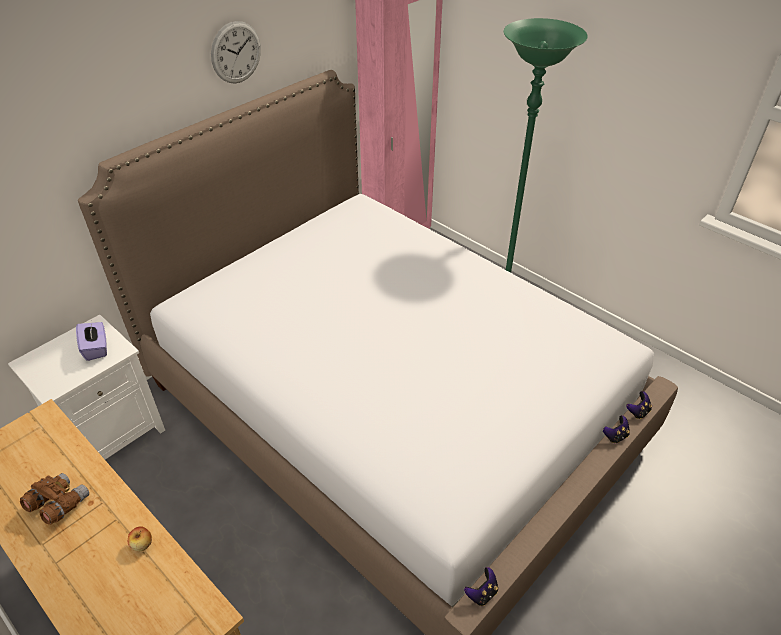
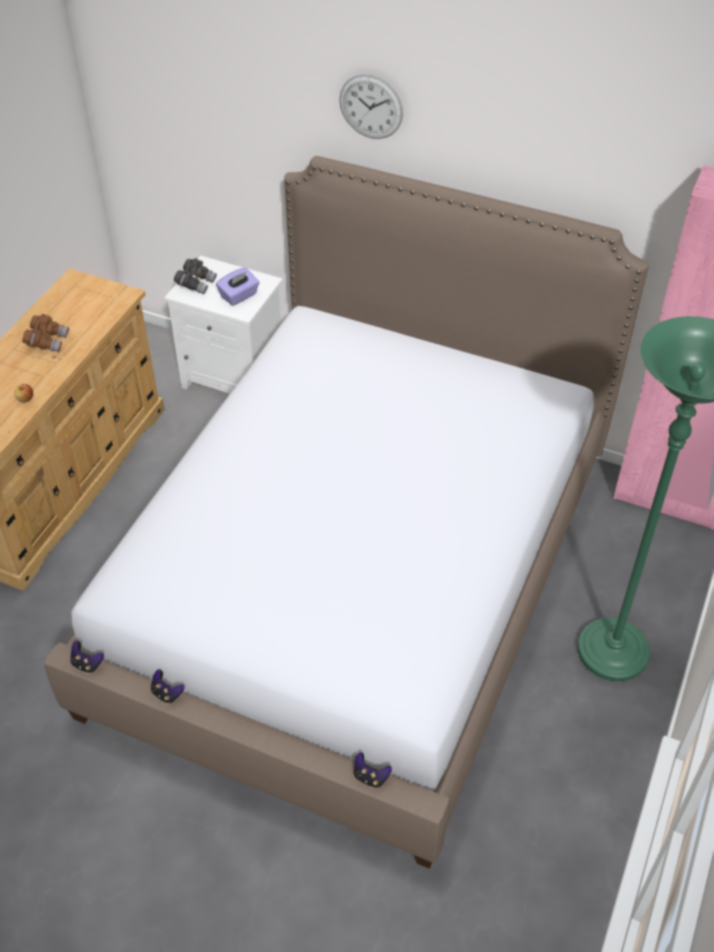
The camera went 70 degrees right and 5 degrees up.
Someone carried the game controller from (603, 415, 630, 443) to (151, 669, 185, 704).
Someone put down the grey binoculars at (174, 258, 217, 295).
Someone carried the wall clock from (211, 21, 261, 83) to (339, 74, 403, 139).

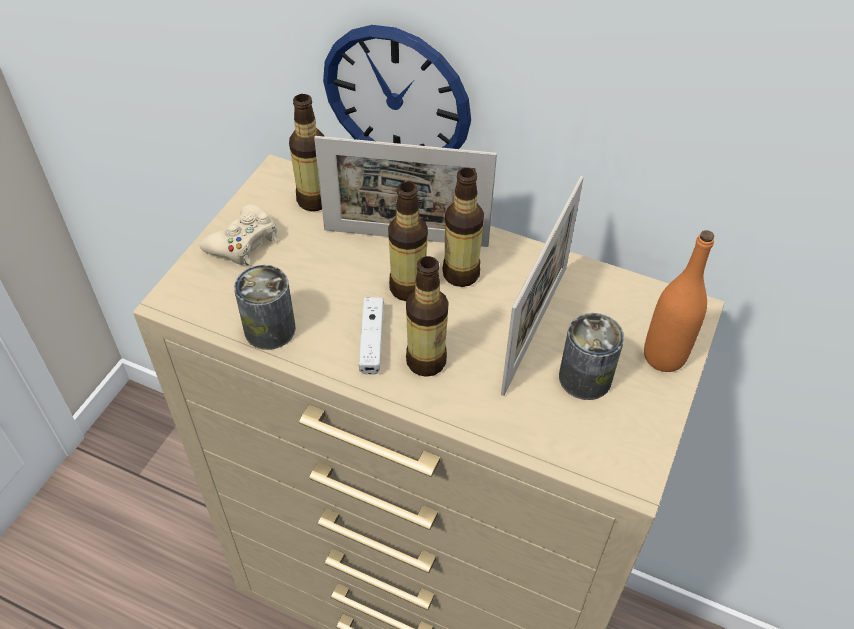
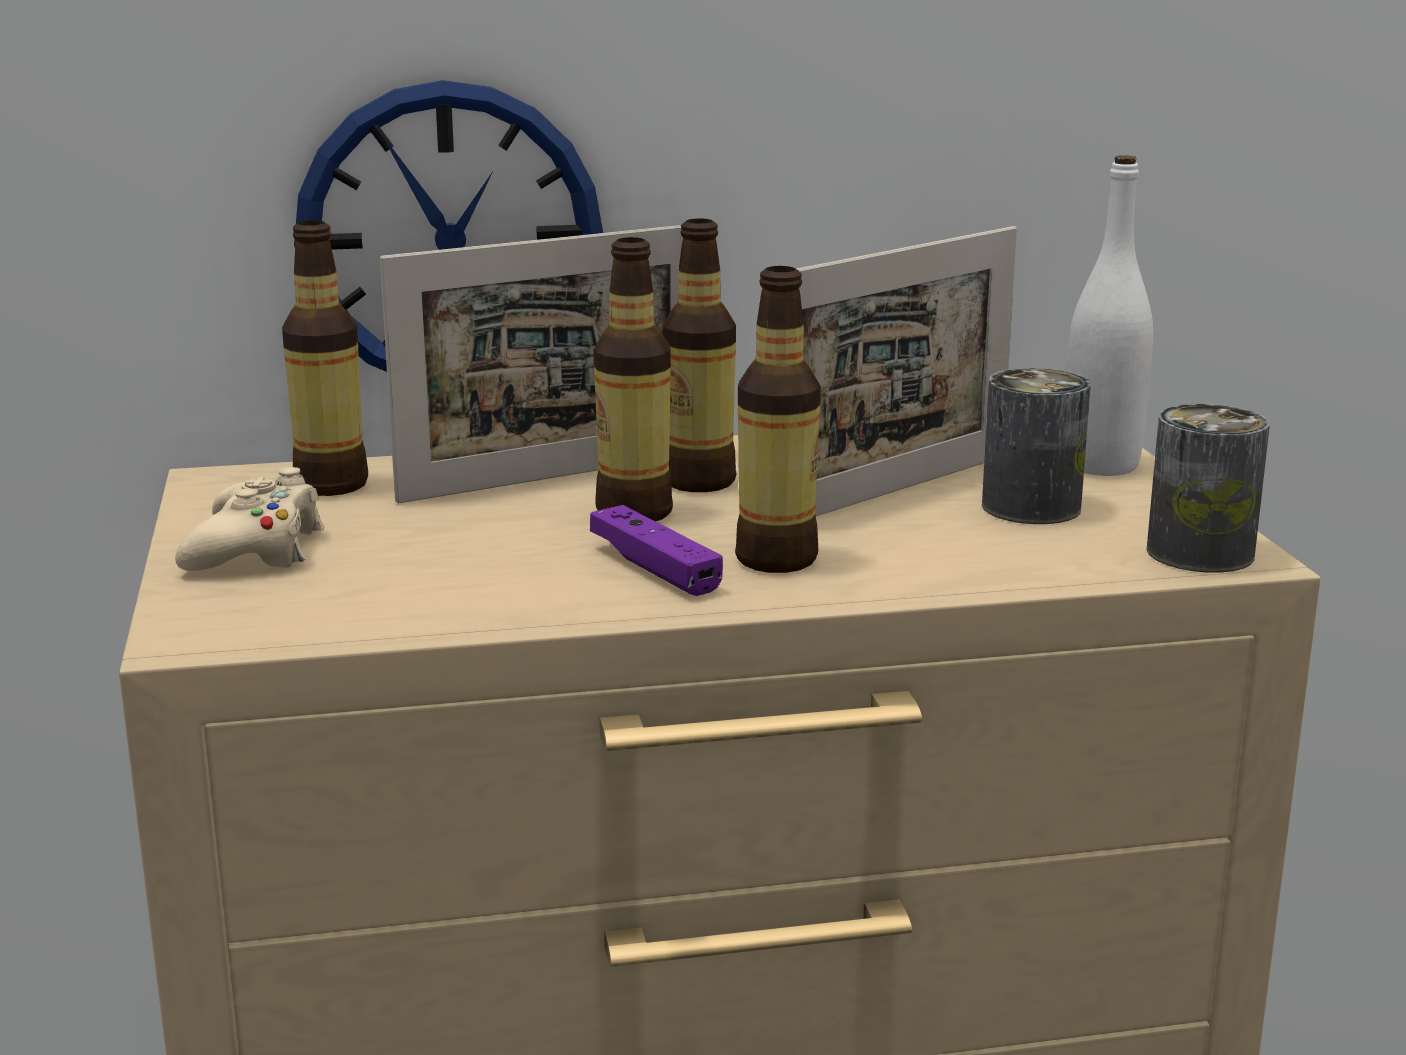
The camera went 35 degrees left and 30 degrees down.
Someone repainted the white game controller at (359, 297, 384, 374), which became the purple game controller at (590, 505, 723, 596).
Someone rotated the picture frame at (501, 176, 584, 396) by 60 degrees clockwise.
Someone repainted the orange bottle at (644, 230, 714, 372), which became the white bottle at (1066, 155, 1153, 476).
Someone carried the can from (234, 265, 296, 350) to (1146, 404, 1270, 572).

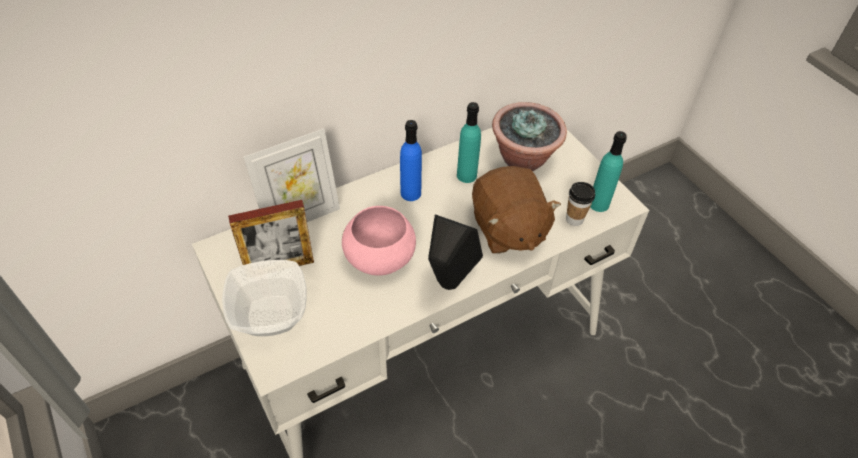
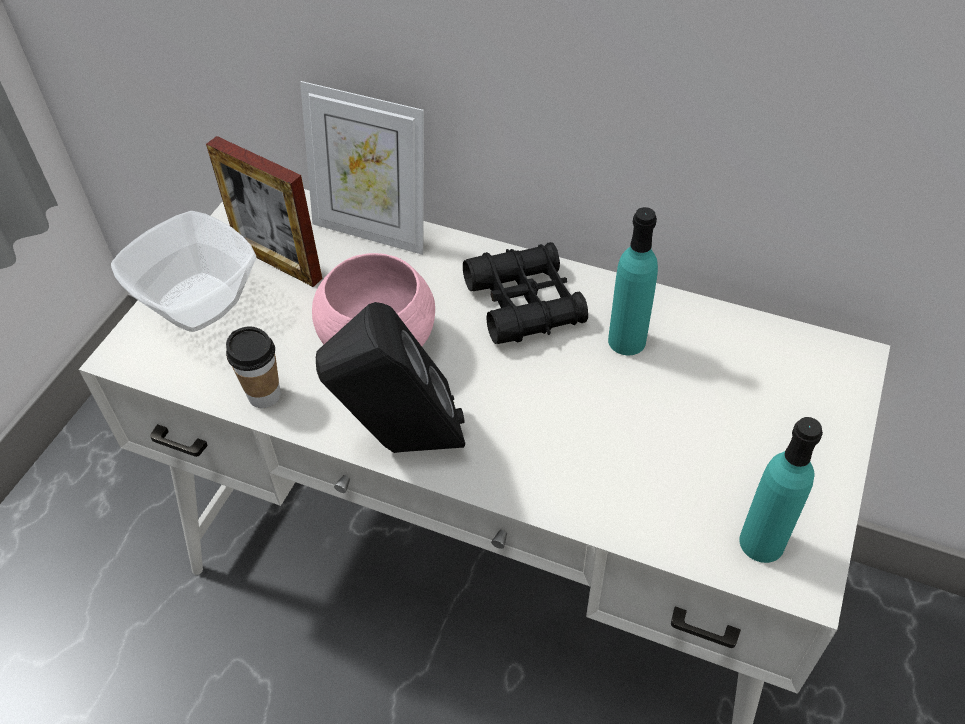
The camera went 55 degrees right and 0 degrees up.
Someone carried the cup from (566, 182, 595, 226) to (226, 326, 281, 408).
Someone swapped the blue bottle at (400, 120, 422, 201) for the black binoculars at (463, 242, 588, 344).
Someone took away the brown plush toy at (472, 166, 561, 254).
Someone took away the potted plant at (492, 102, 567, 171).

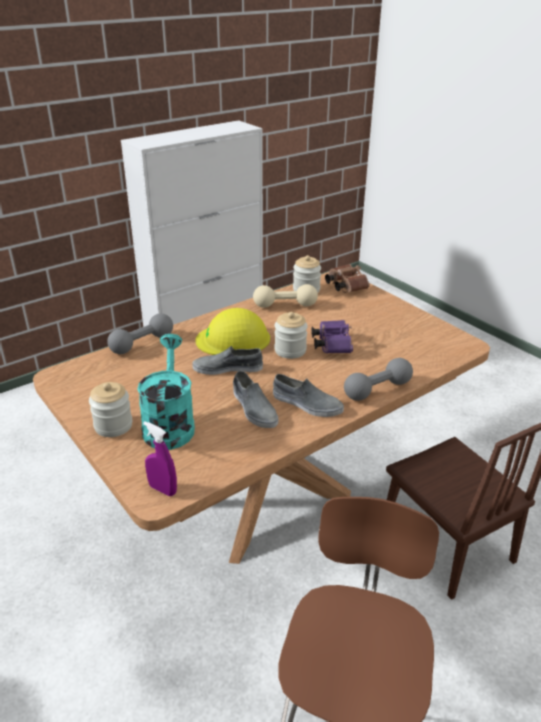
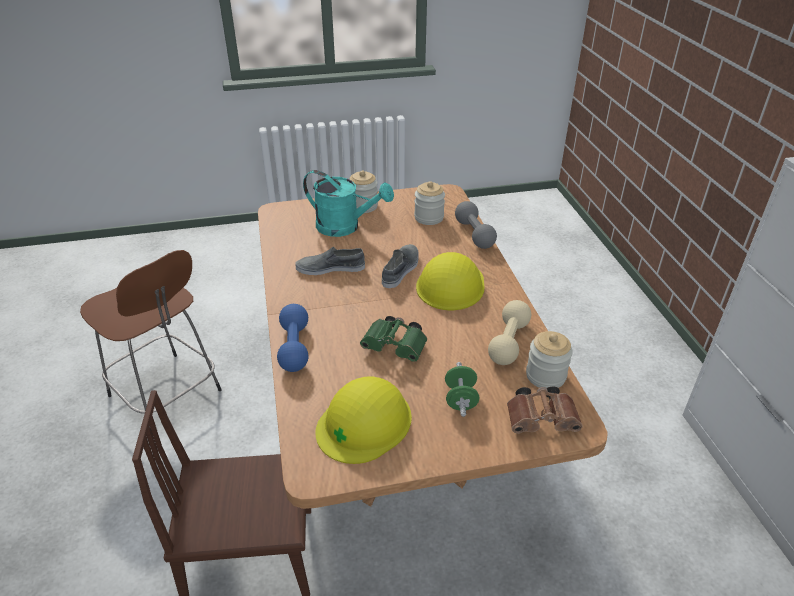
The camera went 115 degrees right and 5 degrees up.
Someone repainted the grey dumbbell at (344, 358, 413, 401), which became the blue dumbbell at (277, 304, 308, 372).
Someone put down the yellow hard hat at (315, 377, 412, 464).
Someone repainted the purple binoculars at (312, 320, 353, 353), which became the green binoculars at (360, 316, 427, 362).
Someone carried the jar from (274, 312, 308, 359) to (414, 181, 445, 225).
Someone put down the green dumbbell at (445, 362, 479, 417).
Someone took away the purple spray bottle at (143, 421, 177, 496).
Someone took away the grey shoe at (273, 374, 344, 417).

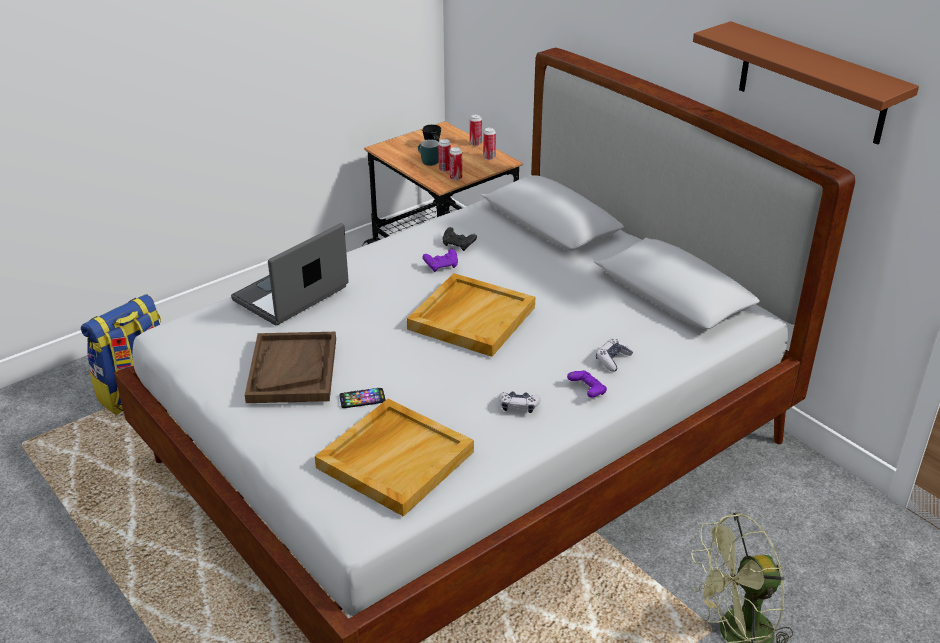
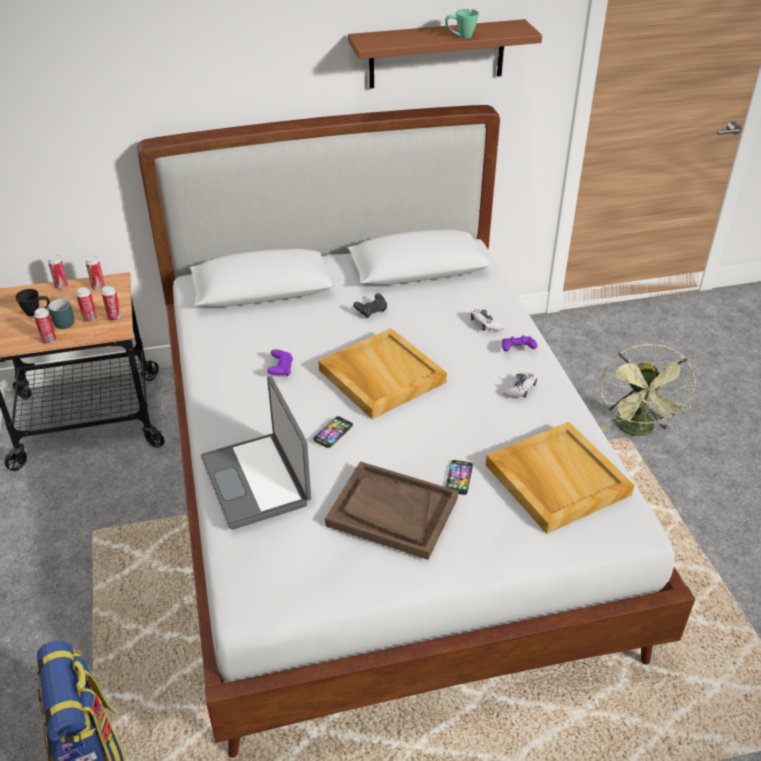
The camera went 65 degrees left and 5 degrees up.
Someone put down the can at (34, 308, 56, 344).
Someone put down the phone at (313, 416, 353, 448).
Someone carried the black game controller from (443, 227, 477, 251) to (353, 293, 387, 318).
Someone put down the green mug at (445, 9, 479, 38).

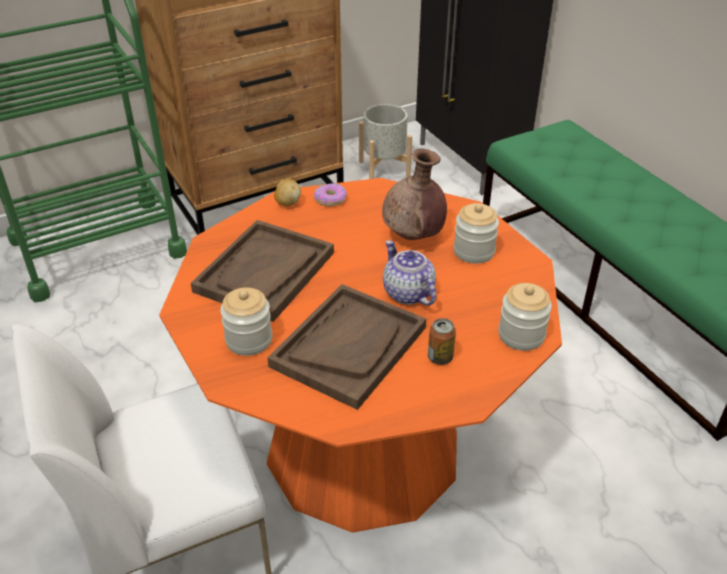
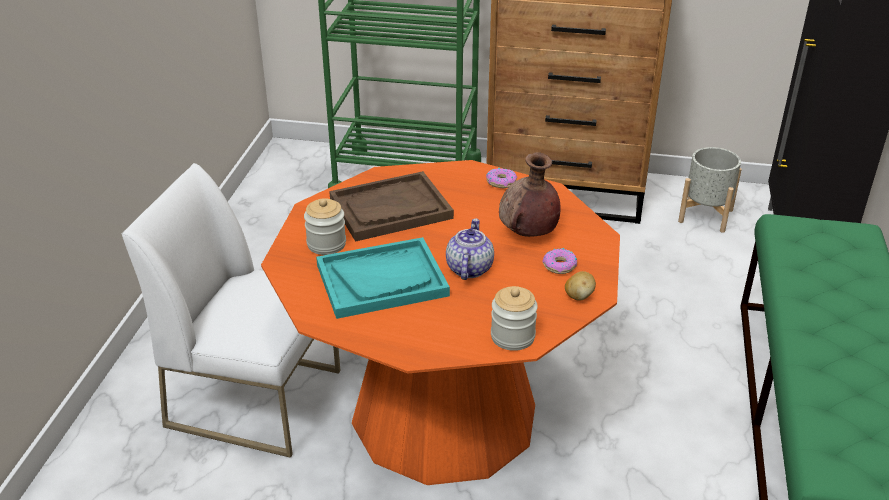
The camera went 40 degrees right and 5 degrees down.
Someone repainted the brown tray at (267, 284, 426, 410), which became the turquoise tray at (316, 237, 450, 319).
Someone swapped the jar at (454, 203, 499, 264) for the donut at (542, 248, 577, 274).
Someone carried the potato from (274, 179, 301, 206) to (565, 271, 596, 300).
Someone took away the can at (428, 318, 456, 365).

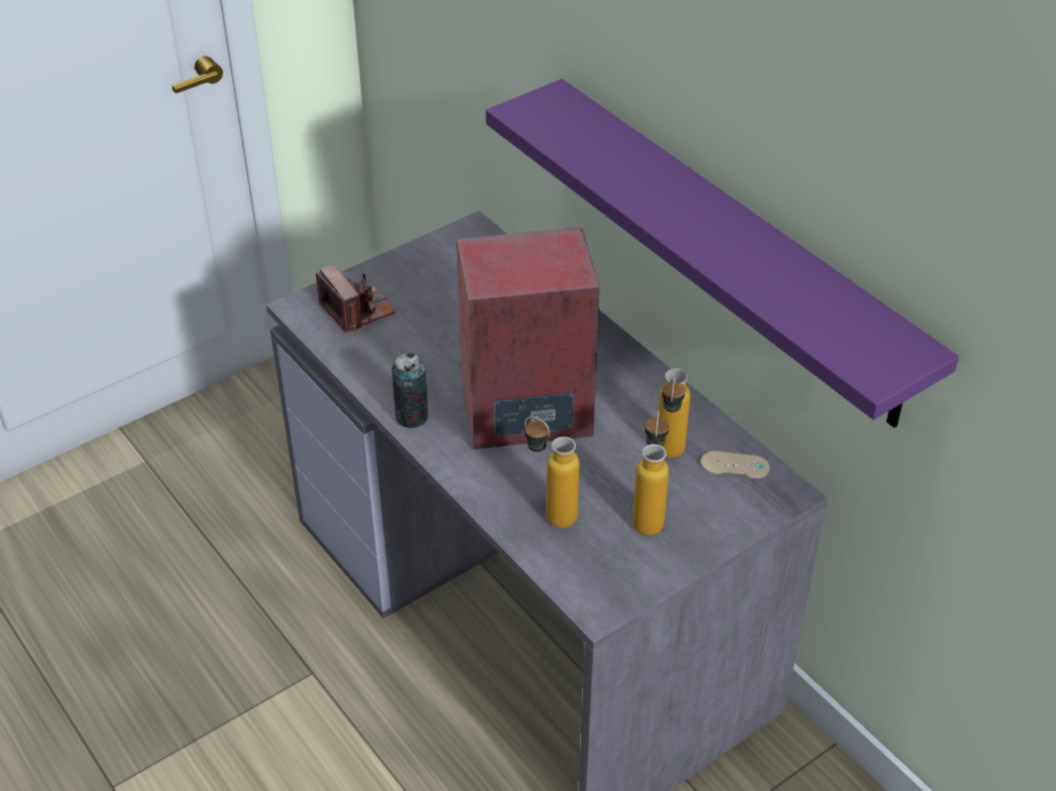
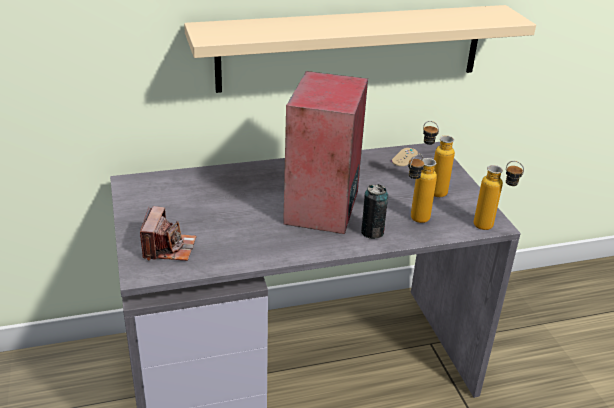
The camera went 70 degrees left and 10 degrees down.
Someone rotated the photo camera at (316, 265, 396, 333) by 105 degrees clockwise.
Someone repainted the purple shelf at (486, 79, 959, 428), which became the beige shelf at (184, 5, 536, 93).
Someone carried the can from (392, 353, 428, 428) to (361, 184, 388, 239).
Someone carried the bottle from (658, 368, 691, 458) to (474, 161, 524, 230).

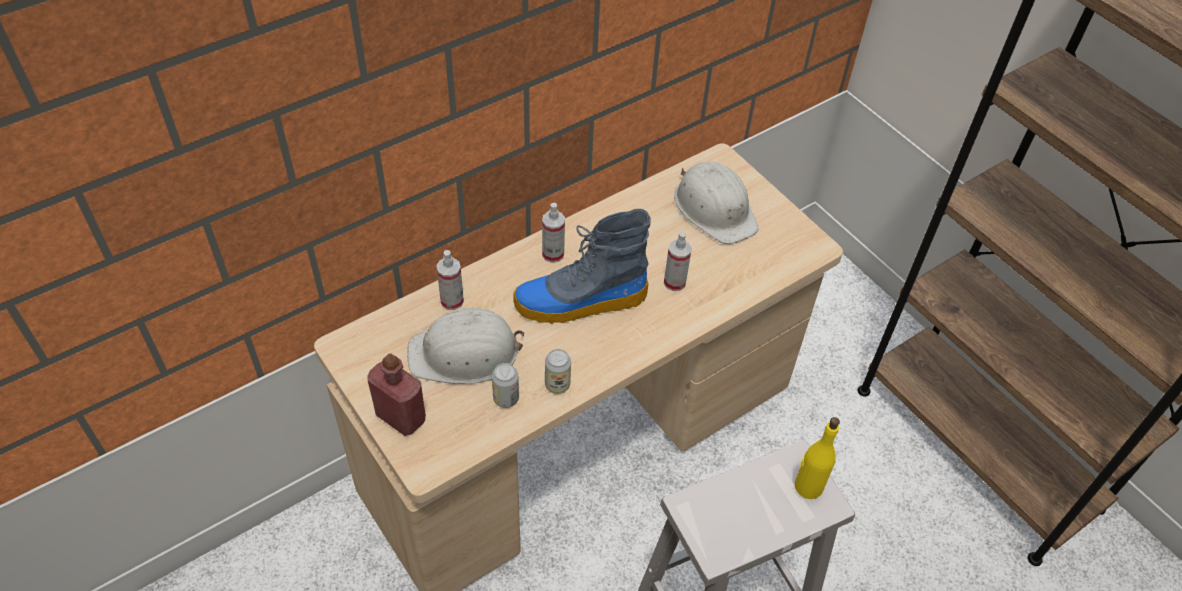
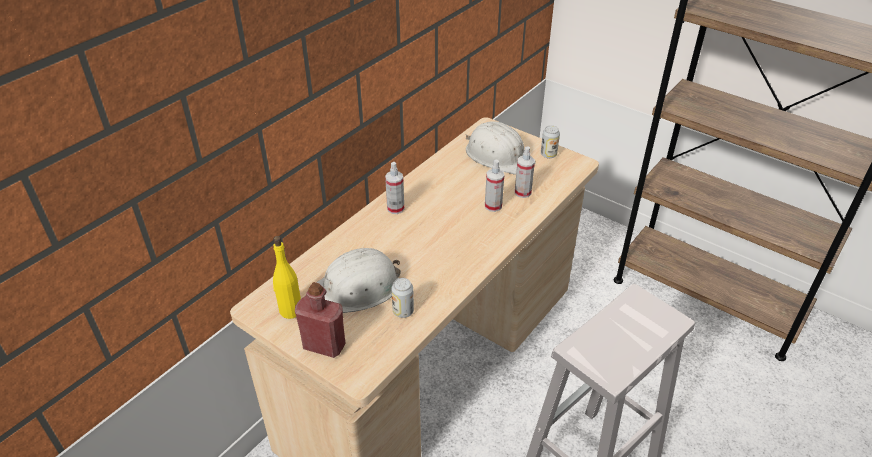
The camera went 15 degrees left and 10 degrees down.
Someone carried the yellow bottle from (795, 417, 840, 499) to (273, 236, 301, 319).
Someone carried the spray bottle from (437, 250, 464, 310) to (515, 146, 535, 198).
Someone carried the can from (545, 349, 571, 394) to (541, 125, 560, 158).
Someone took away the boot at (514, 209, 651, 324).

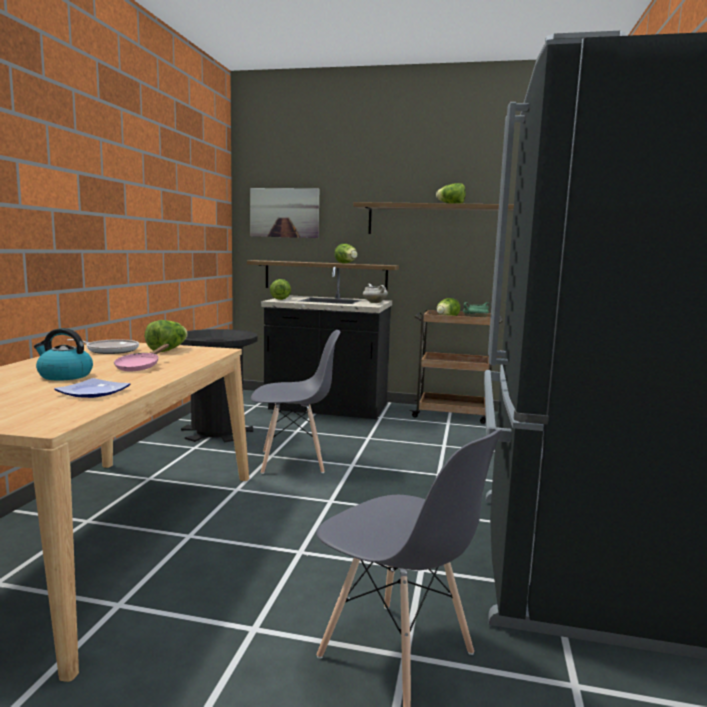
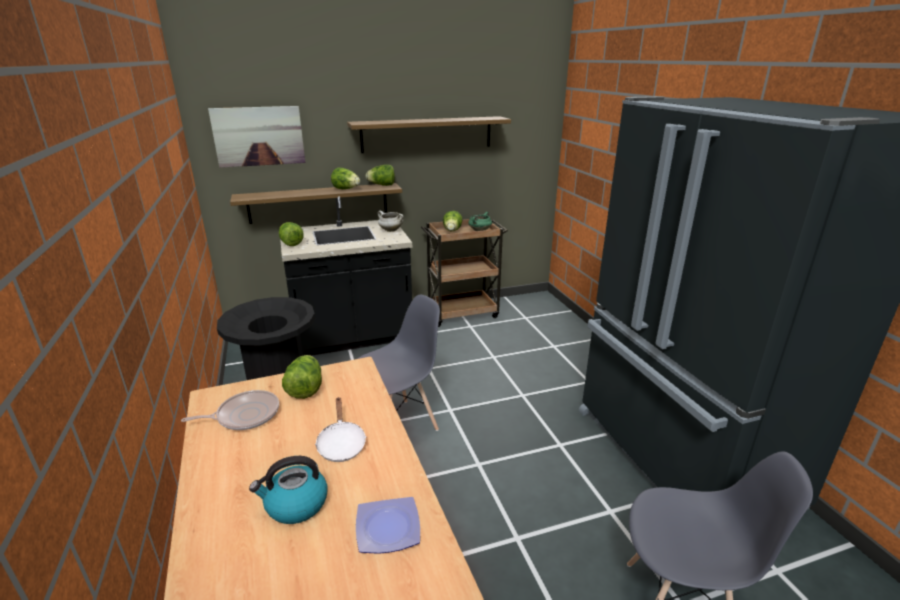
The camera went 30 degrees left and 15 degrees up.
Someone repainted the pink frying pan at (114, 344, 169, 371), which became the white frying pan at (315, 397, 367, 462).
Someone carried the lettuce from (436, 183, 466, 204) to (365, 164, 395, 186).

